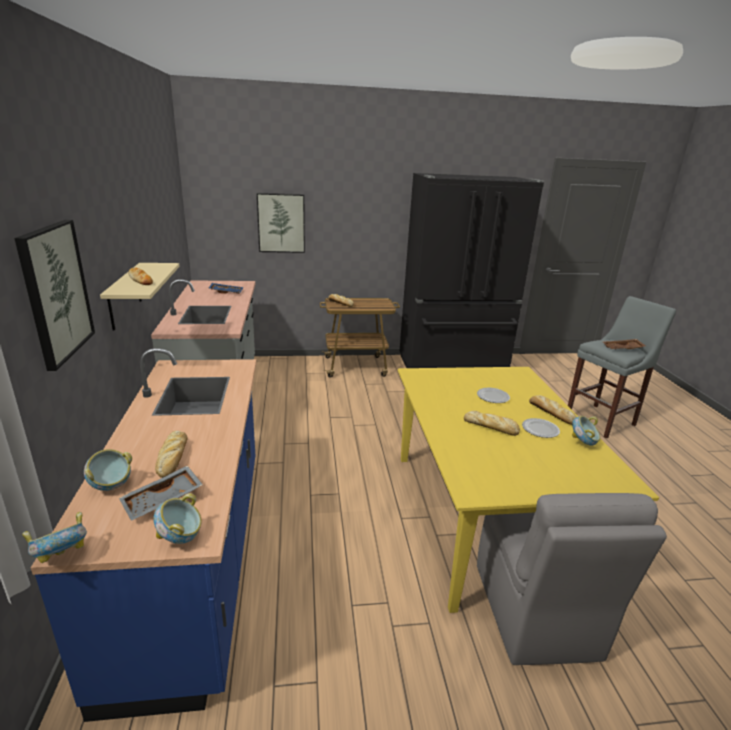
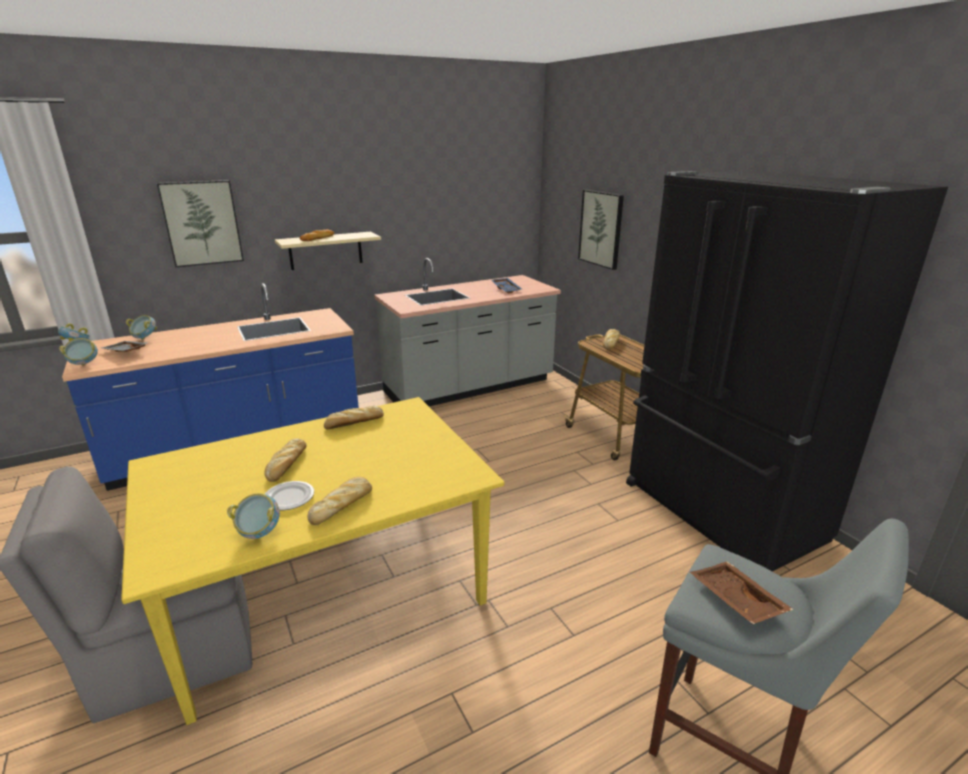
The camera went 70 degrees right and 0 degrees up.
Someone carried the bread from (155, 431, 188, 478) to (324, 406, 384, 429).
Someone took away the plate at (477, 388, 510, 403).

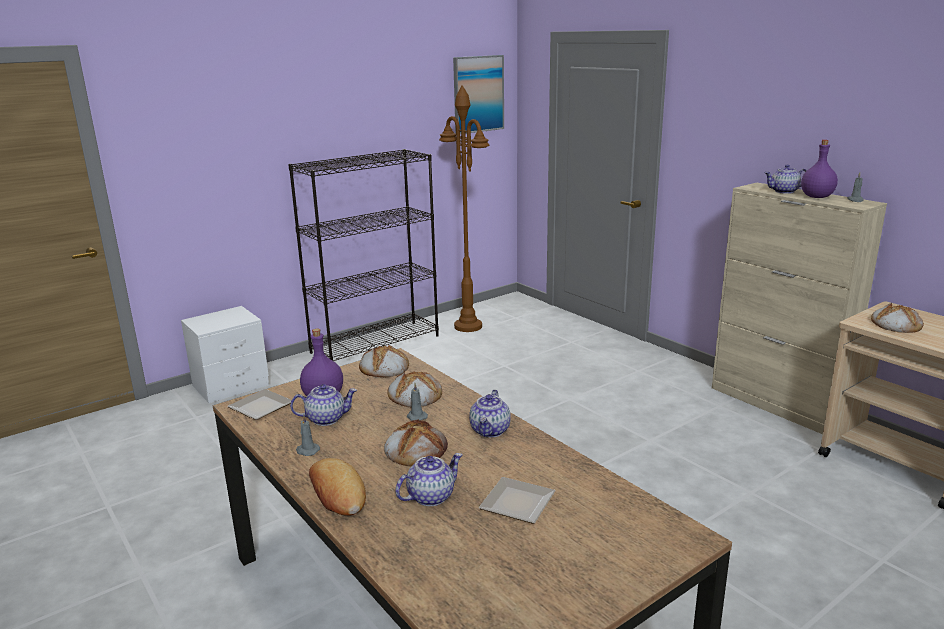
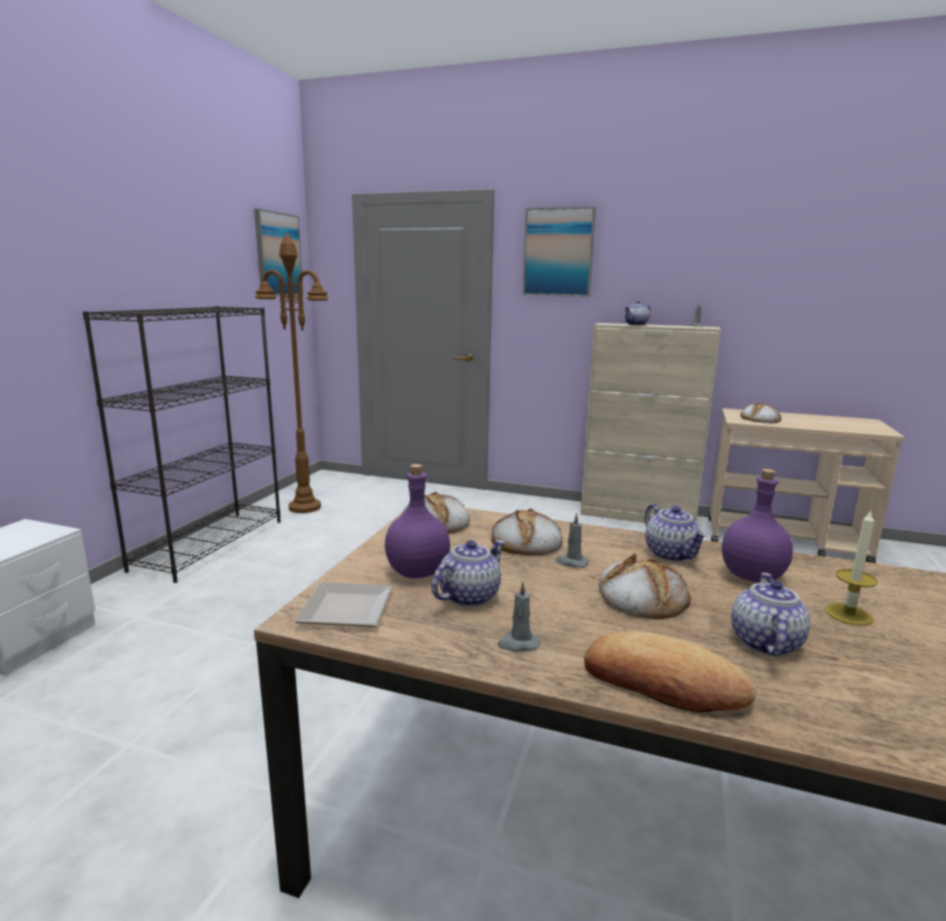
The camera went 35 degrees left and 5 degrees down.
Someone put up the picture at (523, 207, 596, 297).
Someone carried the purple bottle from (801, 140, 838, 198) to (722, 469, 793, 583).
Someone swapped the plate at (478, 477, 556, 524) for the candle at (825, 510, 878, 626).

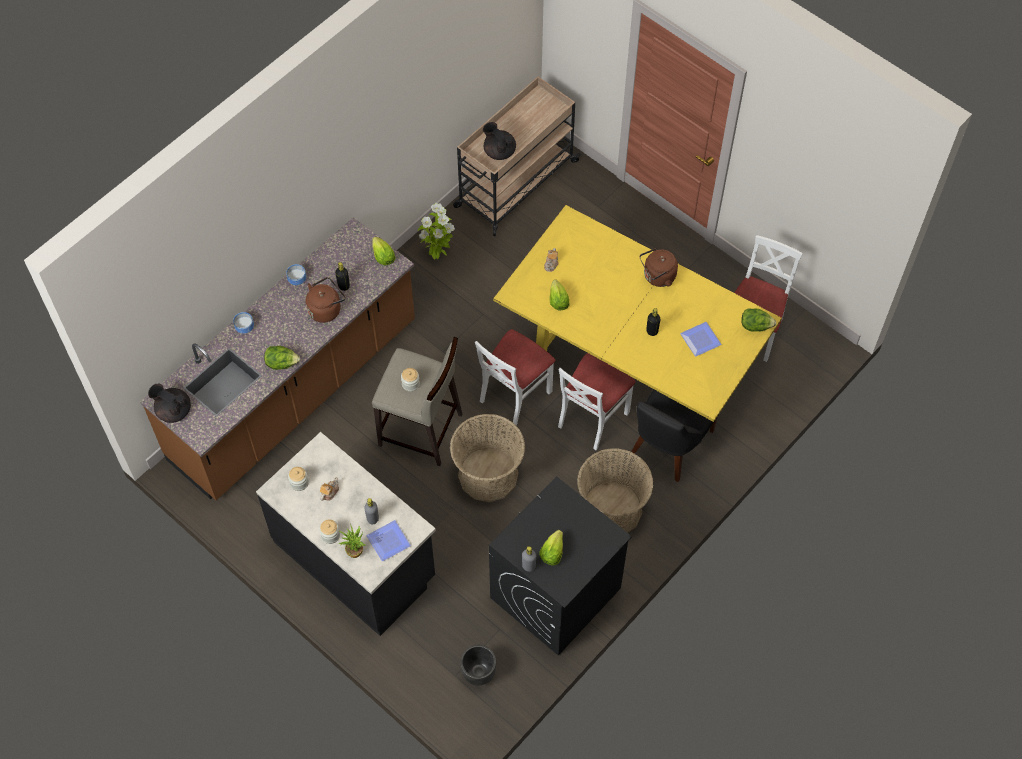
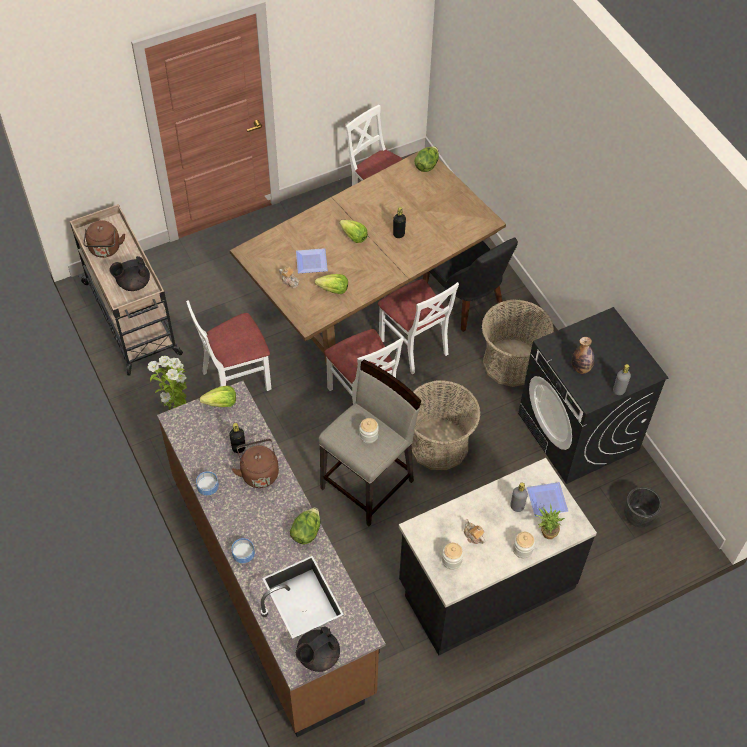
The camera went 70 degrees left and 5 degrees down.
Someone carried the brown kettle from (640, 248, 678, 287) to (83, 220, 125, 258).
Someone put down the white chair at (186, 300, 271, 391).
Someone repainted the yellow dining table at (493, 205, 782, 422), which became the brown dining table at (230, 151, 506, 366).
Someone carried the plate from (680, 322, 722, 357) to (296, 248, 328, 273).
Someone carried the lettuce from (539, 530, 563, 566) to (339, 220, 368, 243).
Someone put down the bottle at (572, 337, 595, 374).

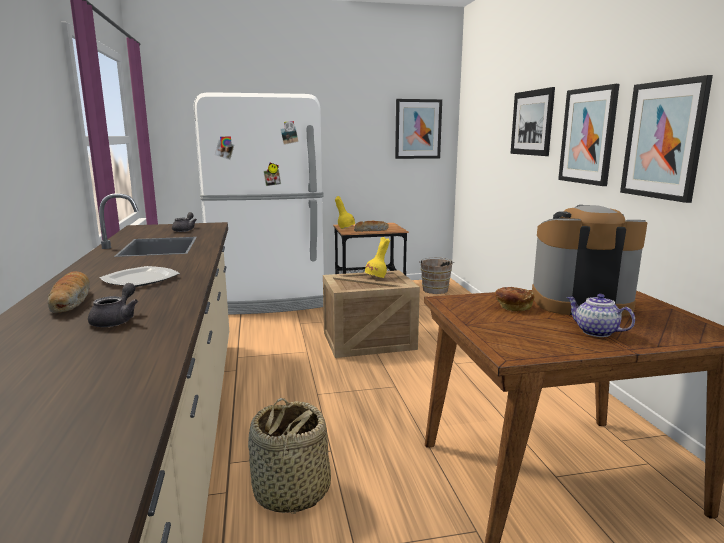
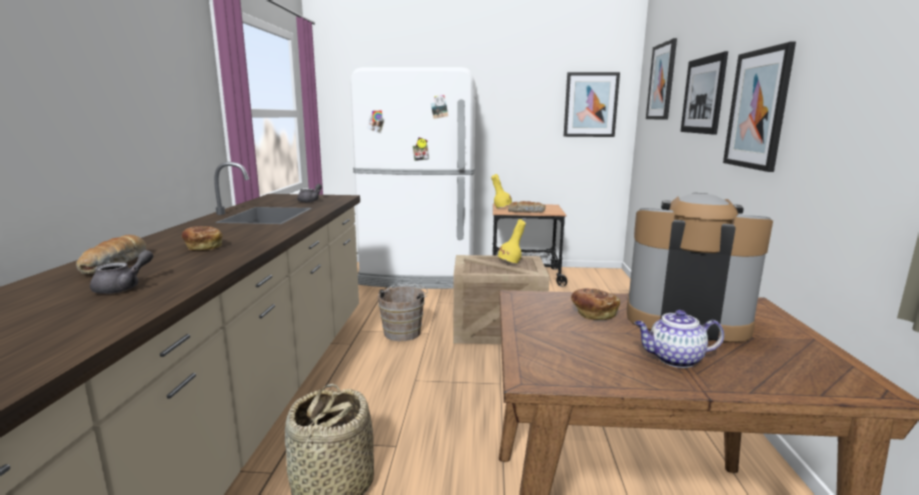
The camera went 15 degrees right and 0 degrees up.
Someone swapped the plate at (99, 266, 180, 287) for the bread at (182, 226, 223, 250).
Someone carried the brown bucket from (419, 257, 454, 294) to (378, 284, 428, 341).
Someone rotated the teapot at (567, 294, 635, 337) by 60 degrees counterclockwise.
Someone carried the picture from (620, 75, 713, 203) to (646, 38, 677, 120).

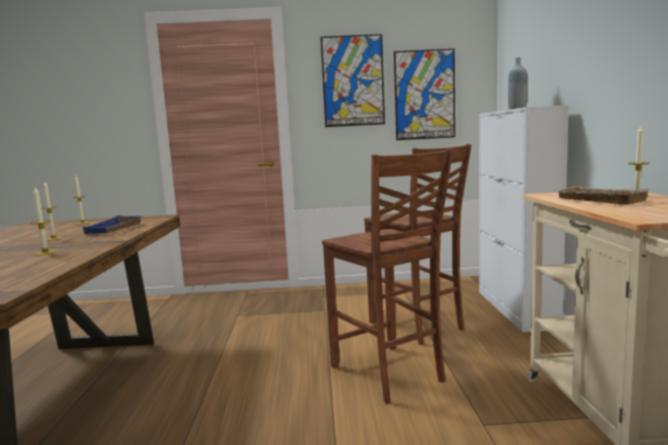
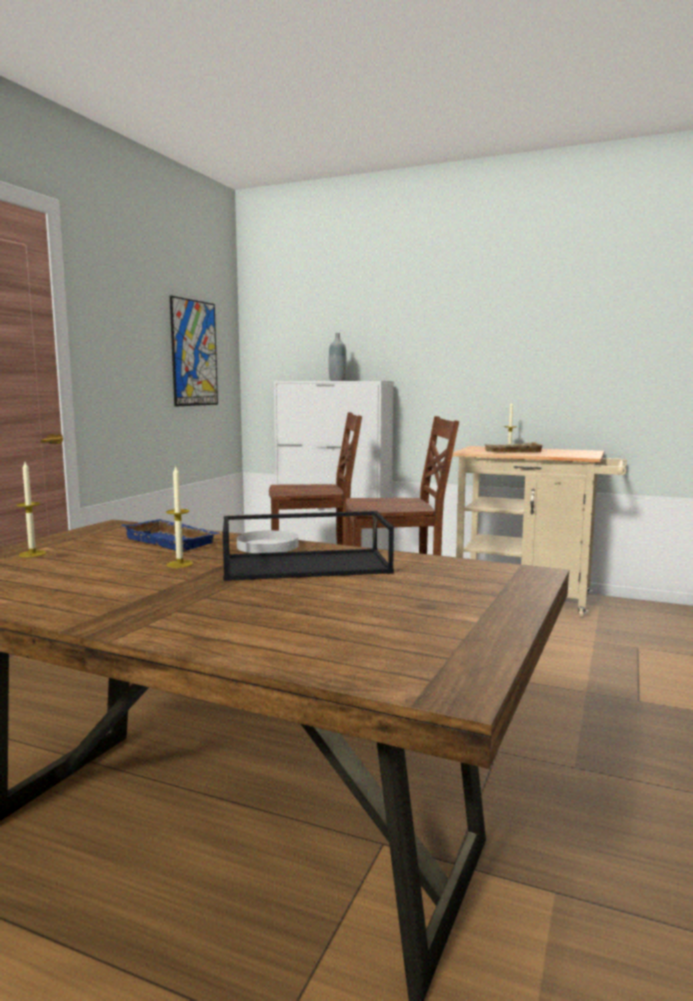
The camera went 65 degrees left and 0 degrees up.
Someone swapped the candle at (30, 187, 57, 256) for the black tray at (223, 511, 394, 581).
Someone put down the white plate at (237, 530, 298, 553).
Someone took away the picture at (321, 34, 385, 127).

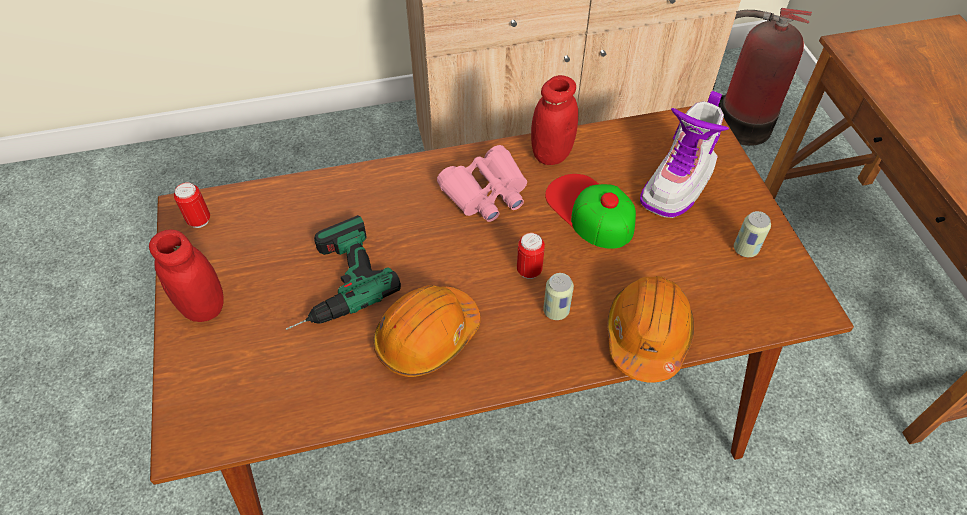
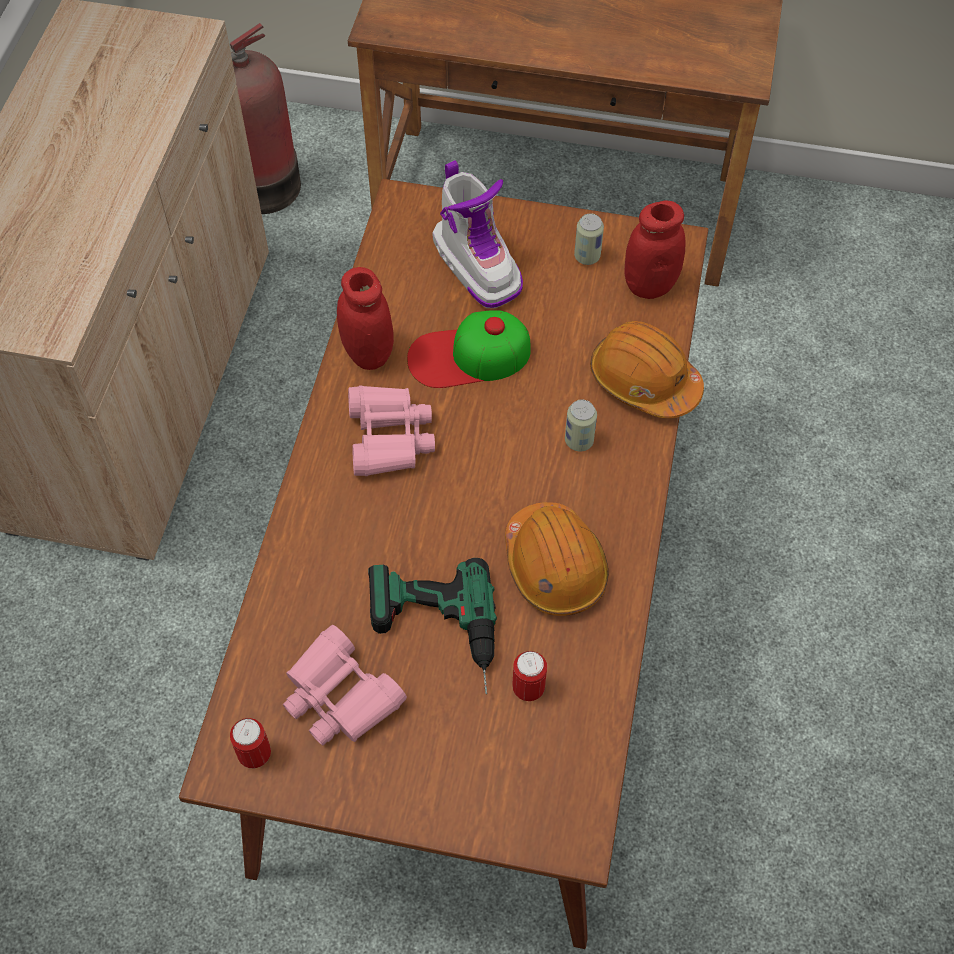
The camera went 65 degrees left and 5 degrees up.
Someone put down the pink binoculars at (283, 625, 407, 745).
Someone carried the can from (517, 233, 545, 279) to (512, 651, 547, 701).
Someone carried the red jar from (149, 229, 223, 322) to (625, 200, 686, 299).

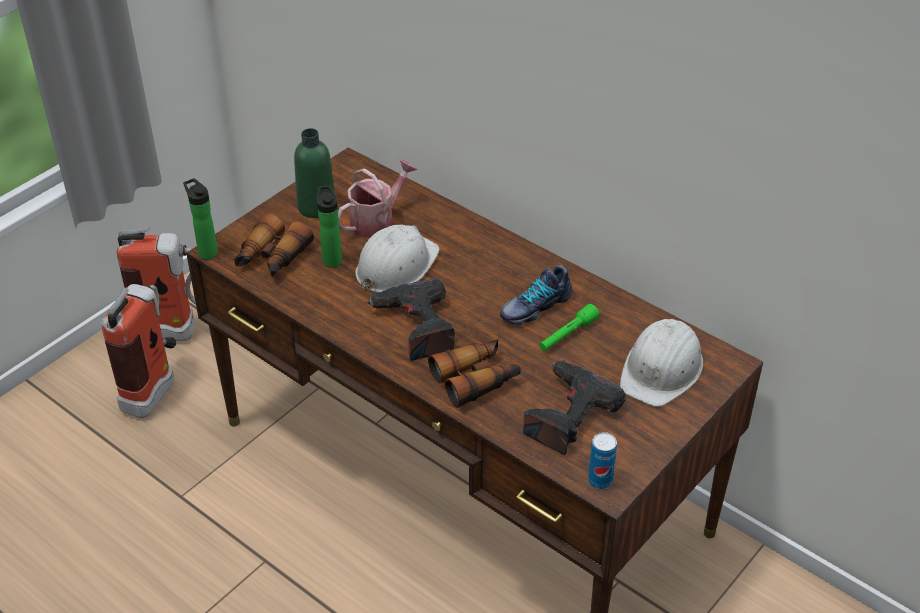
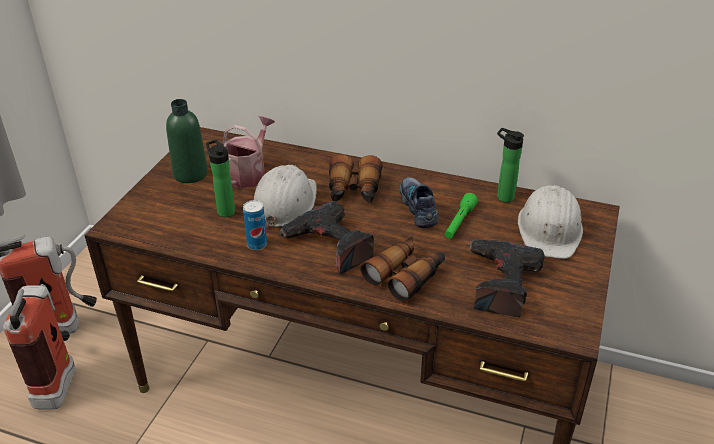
The camera went 20 degrees left and 5 degrees down.
Someone carried the can from (588, 432, 617, 489) to (243, 200, 267, 250).
Someone carried the binoculars from (234, 213, 314, 277) to (329, 154, 383, 203).
Someone rotated the shoe at (500, 265, 573, 325) by 135 degrees clockwise.
Someone carried the bottle from (183, 178, 218, 259) to (497, 128, 524, 203).

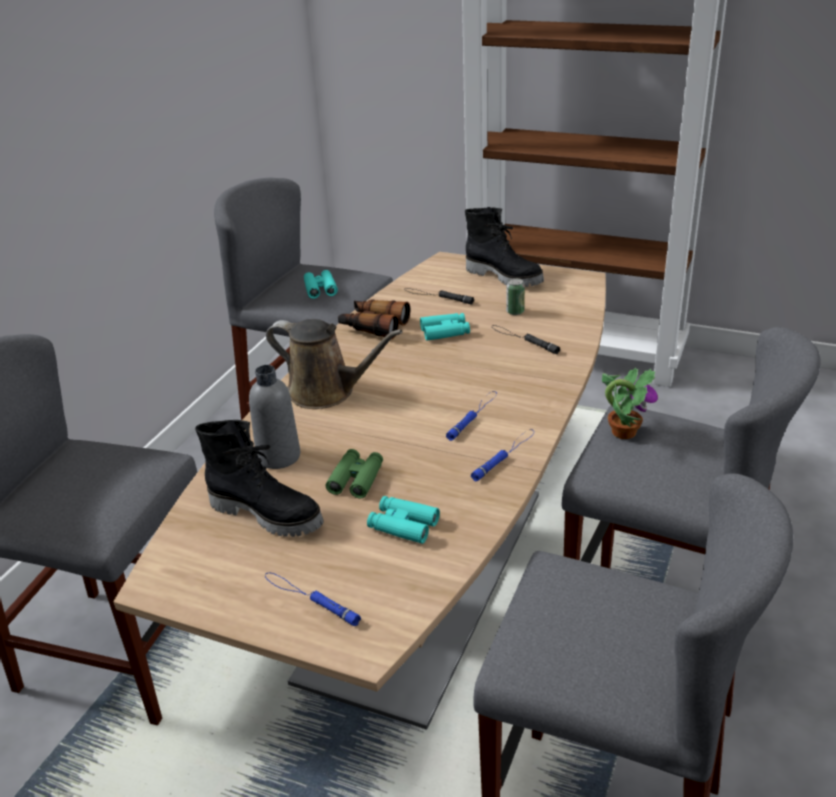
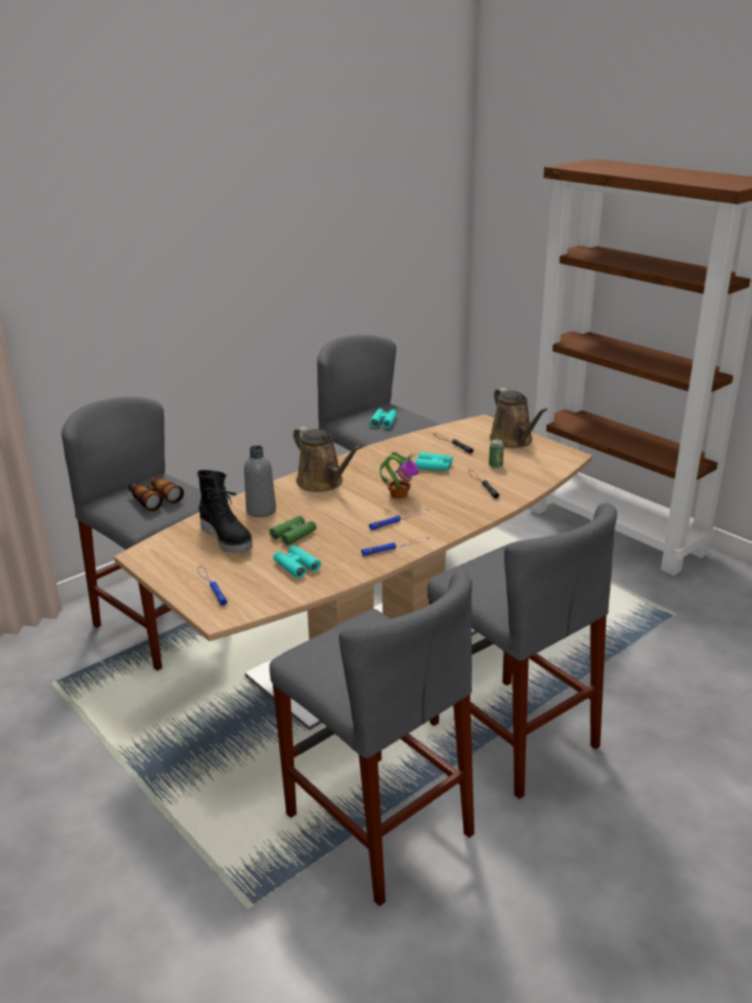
The camera went 25 degrees right and 5 degrees down.
Someone carried the binoculars from (338, 299, 410, 339) to (128, 476, 184, 512).
Someone carried the potted plant from (602, 367, 658, 439) to (379, 452, 419, 499).
Someone swapped the black boot at (465, 207, 544, 287) for the brown watering can at (489, 388, 548, 448).

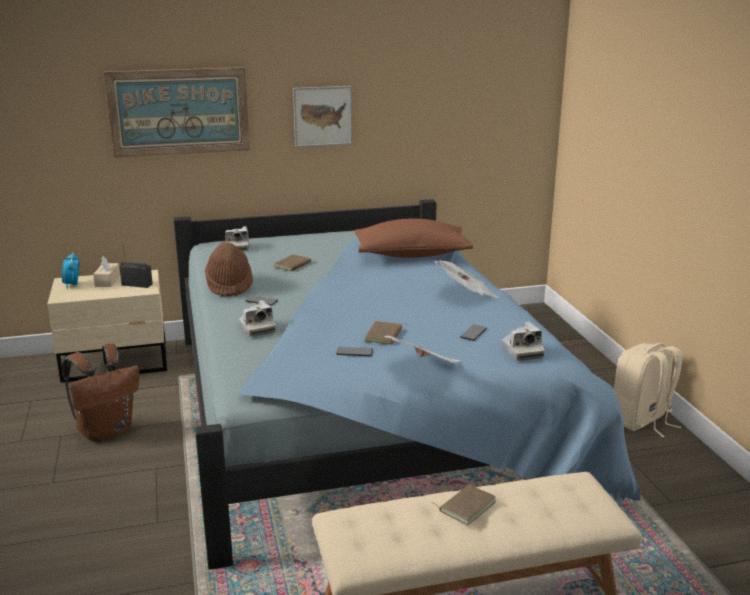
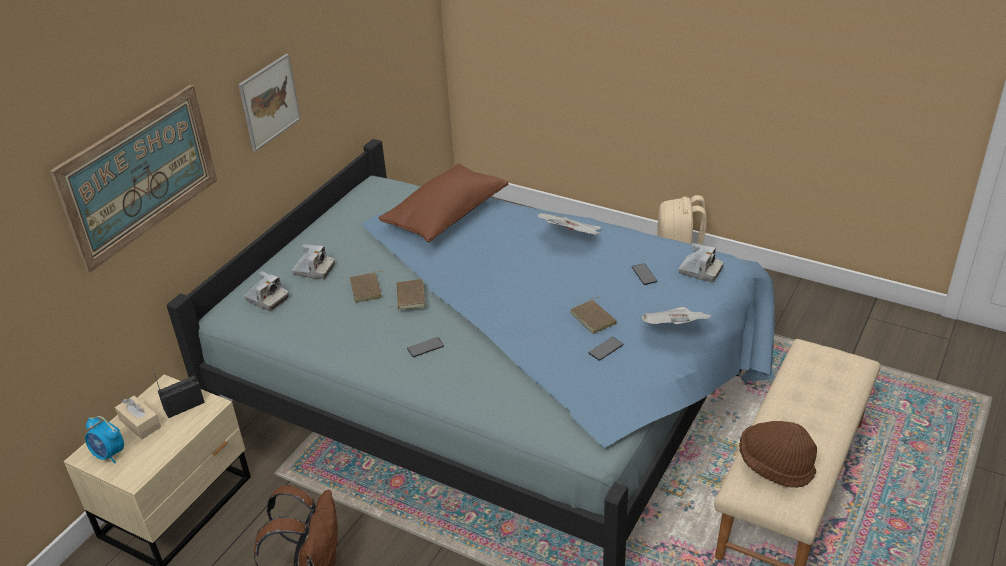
The camera went 45 degrees left and 15 degrees up.
Someone carried the photo camera from (239, 300, 276, 337) to (292, 244, 335, 279).
Someone carried the brown book from (431, 484, 496, 525) to (390, 279, 425, 310).
Someone carried the brown hat from (205, 242, 253, 296) to (739, 421, 817, 488).

